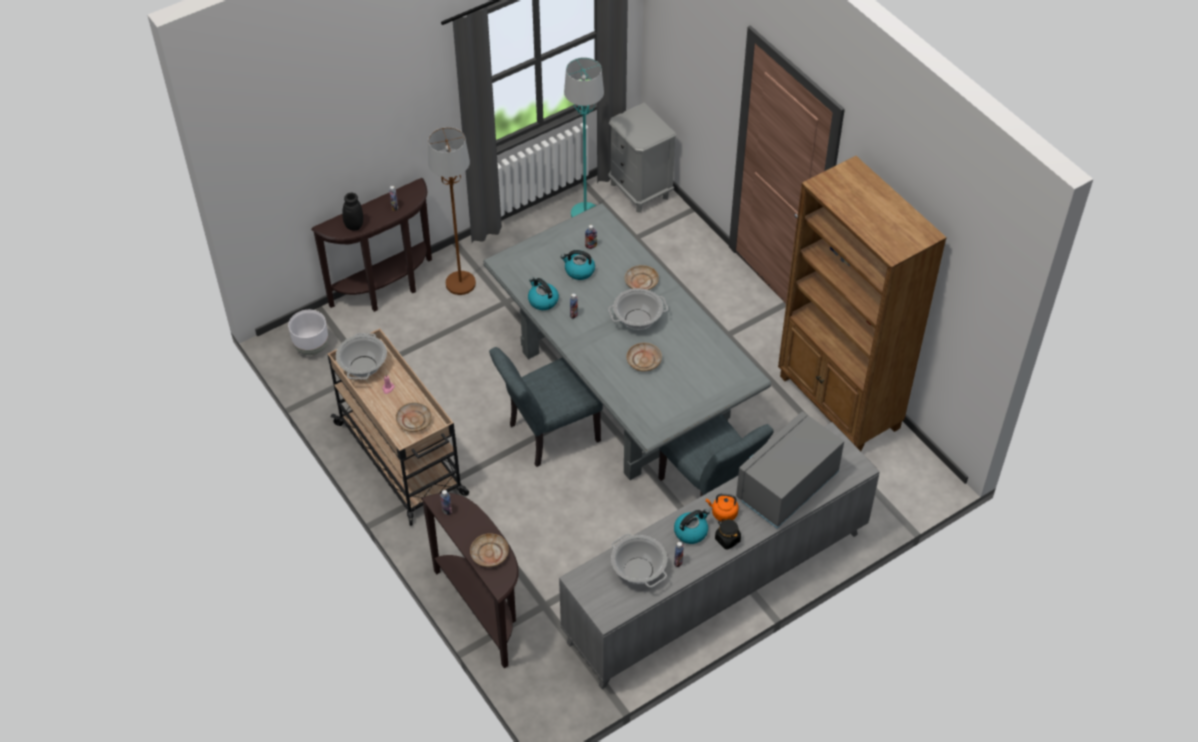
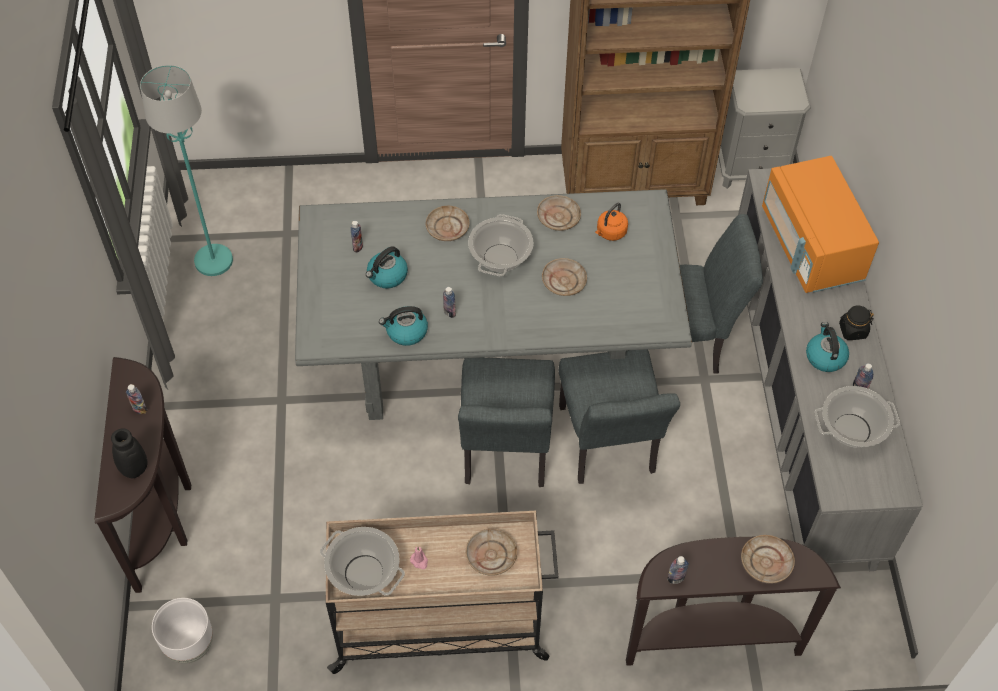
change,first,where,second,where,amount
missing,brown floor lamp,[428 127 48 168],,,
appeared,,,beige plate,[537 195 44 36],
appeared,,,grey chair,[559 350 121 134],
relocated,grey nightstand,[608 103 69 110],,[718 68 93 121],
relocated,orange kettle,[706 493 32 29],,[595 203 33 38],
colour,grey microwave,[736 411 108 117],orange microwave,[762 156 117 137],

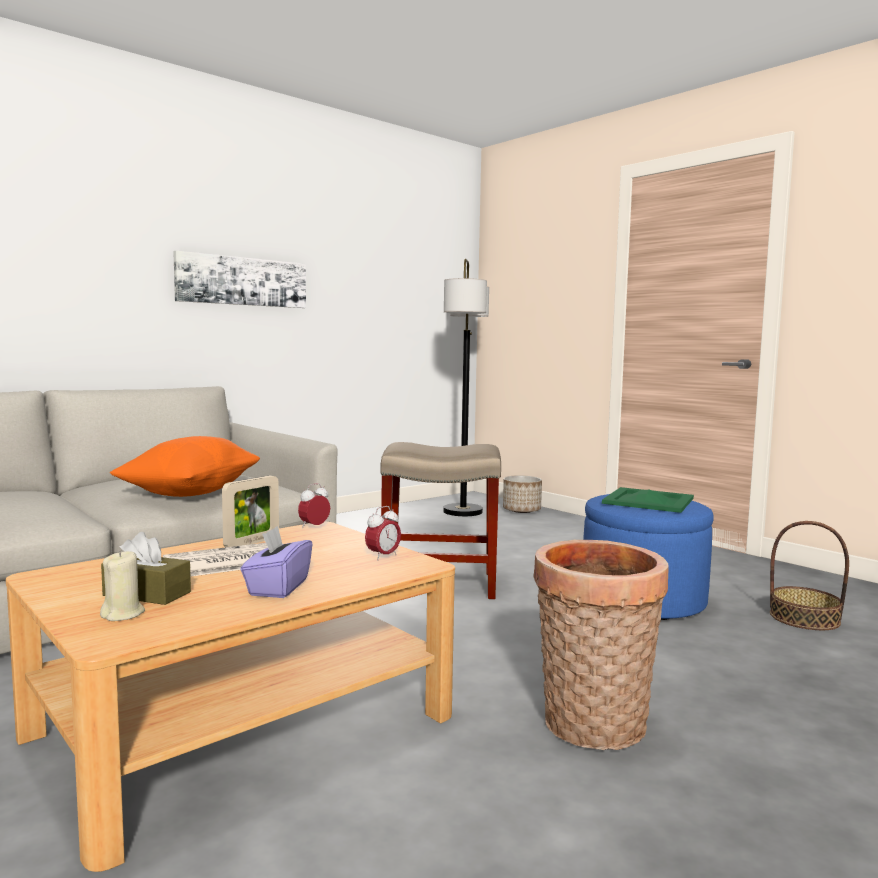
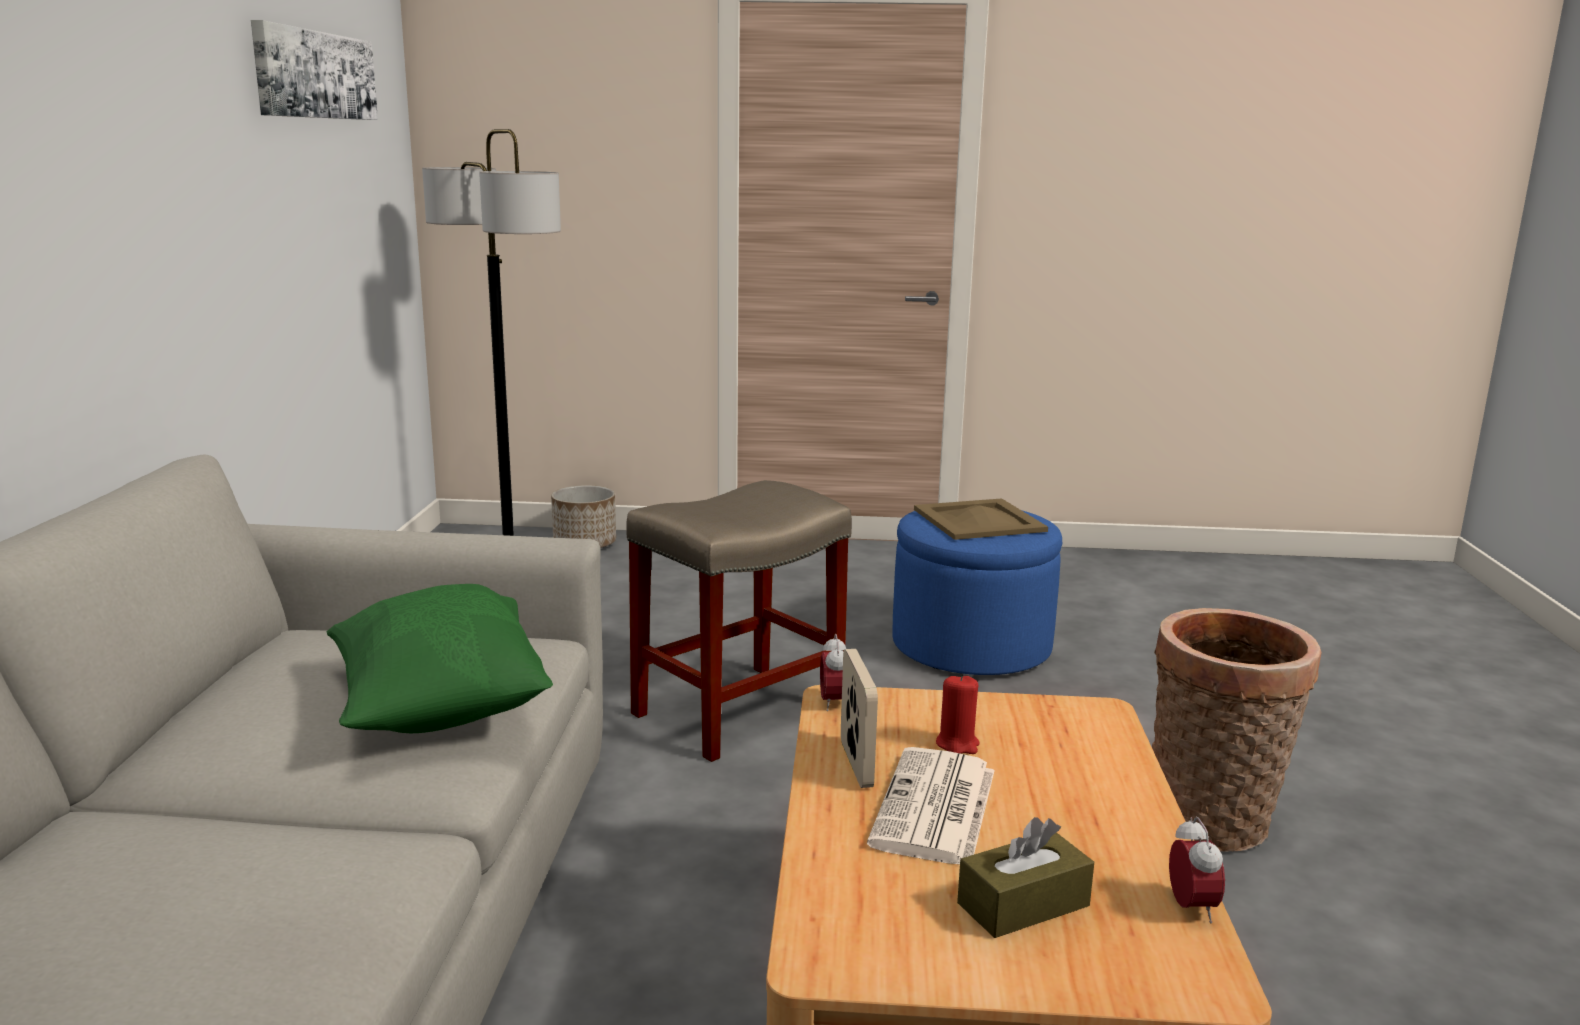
change,first,where,second,where,amount
missing,beige candle,[100 550 45 71],,,
missing,purple tissue box,[240 526 73 72],,,
missing,basket,[770 521 79 109],,,
appeared,,,red candle,[936 674 44 80],
relocated,picture,[173 251 133 57],,[251 20 127 100],
relocated,alarm clock,[365 506 36 55],,[1169 817 56 106],
colour,orange pillow,[109 436 151 61],green pillow,[327 584 226 149],
colour,green tray,[602 487 92 26],beige tray,[914 498 134 42],

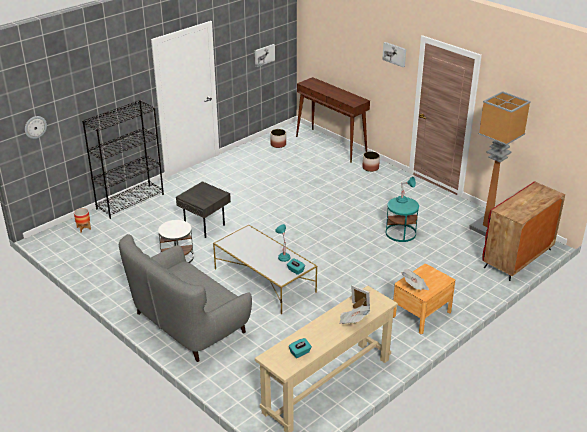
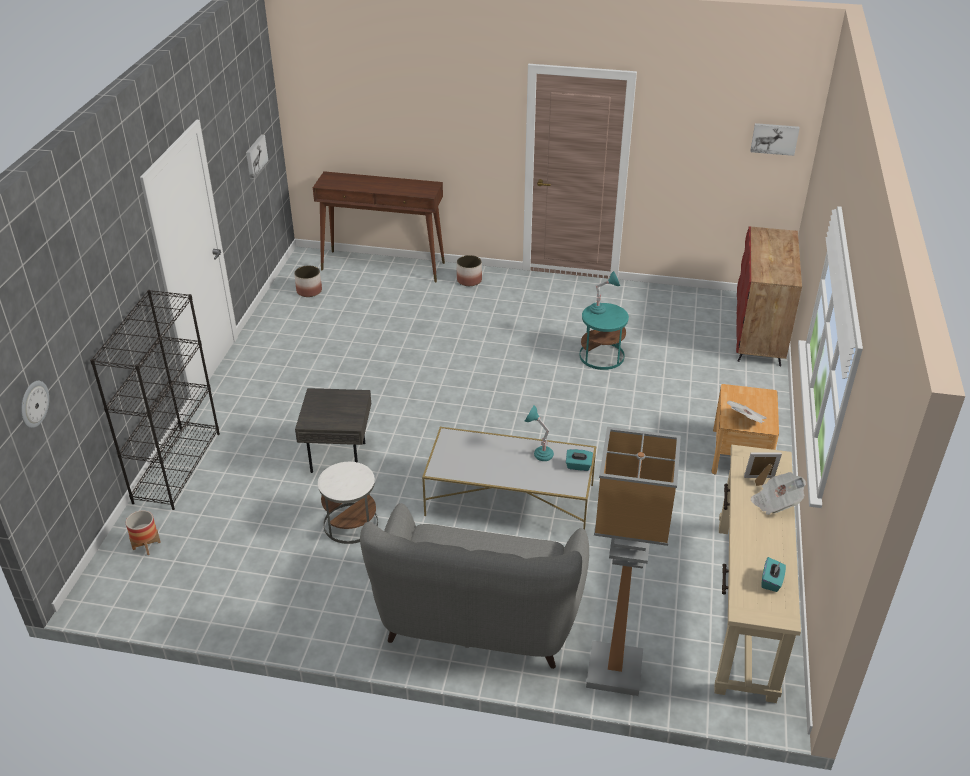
change,first,where,second,where,amount
relocated,picture,[382 42 24 25],,[750 123 50 33],
relocated,floor lamp,[469 91 62 145],,[586 427 95 269],

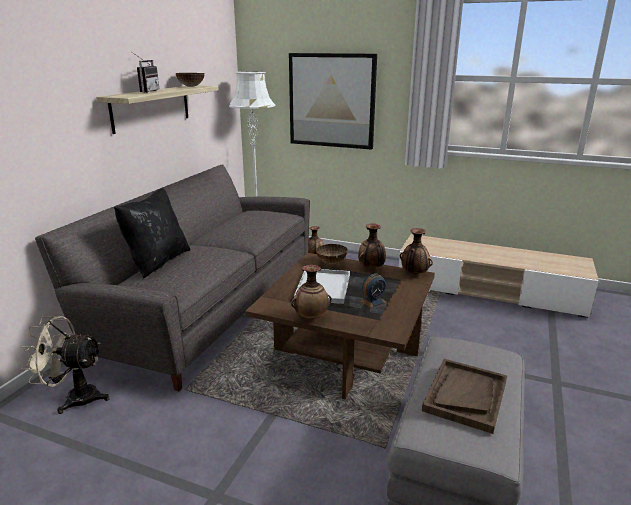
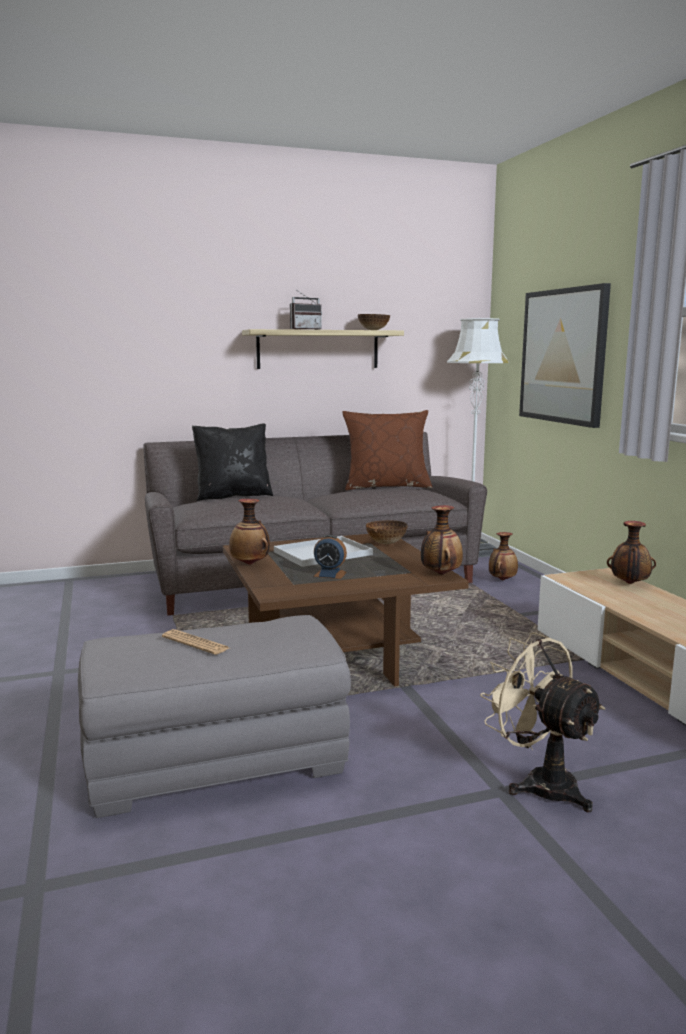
change,first,where,second,where,amount
appeared,,,brown pillow,[343 410 90 80],
relocated,beige fan,[21 316 89 98],,[480 632 125 180],
relocated,vase,[358 223 28 46],,[607 521 49 63],
exchanged,brown tray,[422 359 85 75],newspaper,[162 629 67 26],

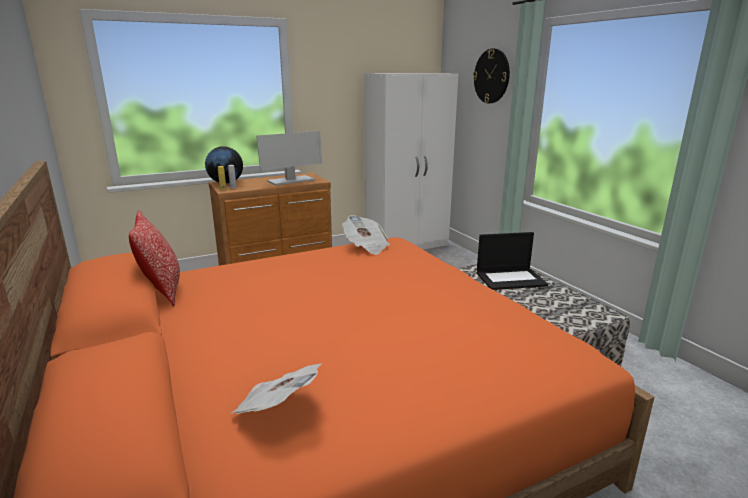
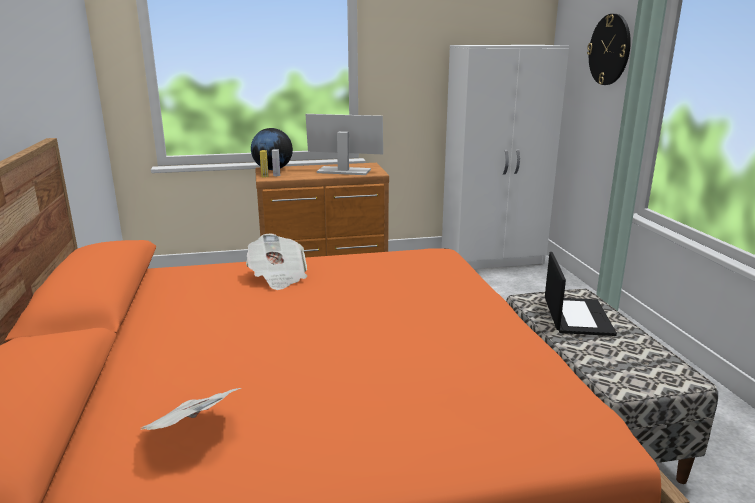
change,first,where,second,where,amount
missing,pillow,[129 210 51 97],,,
relocated,newspaper,[342 215 48 40],,[246 234 61 56],
spun,monitor,[256 131 66 55],,[305 114 78 61],150 degrees counterclockwise
spun,laptop,[477 232 71 58],,[545 252 72 84],90 degrees counterclockwise

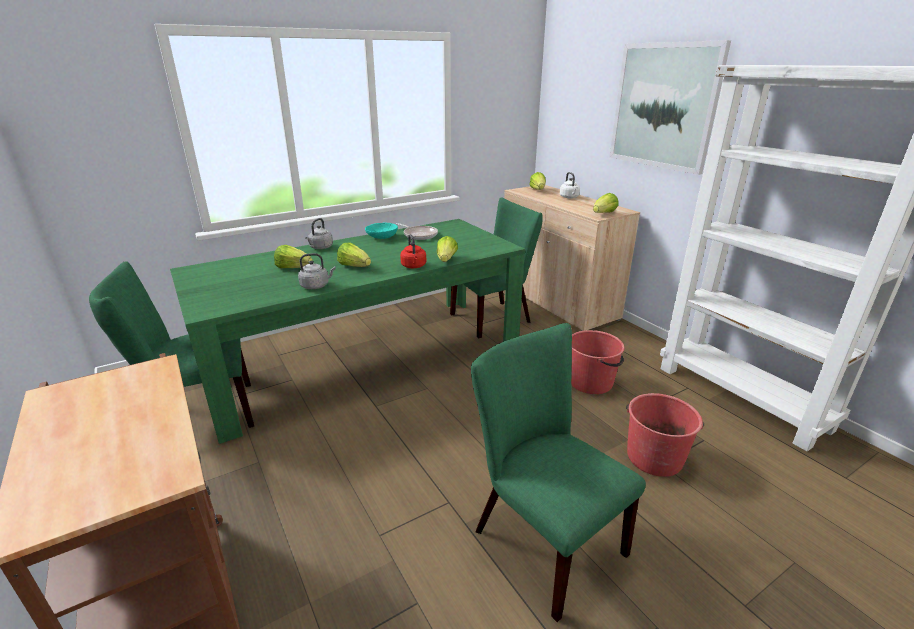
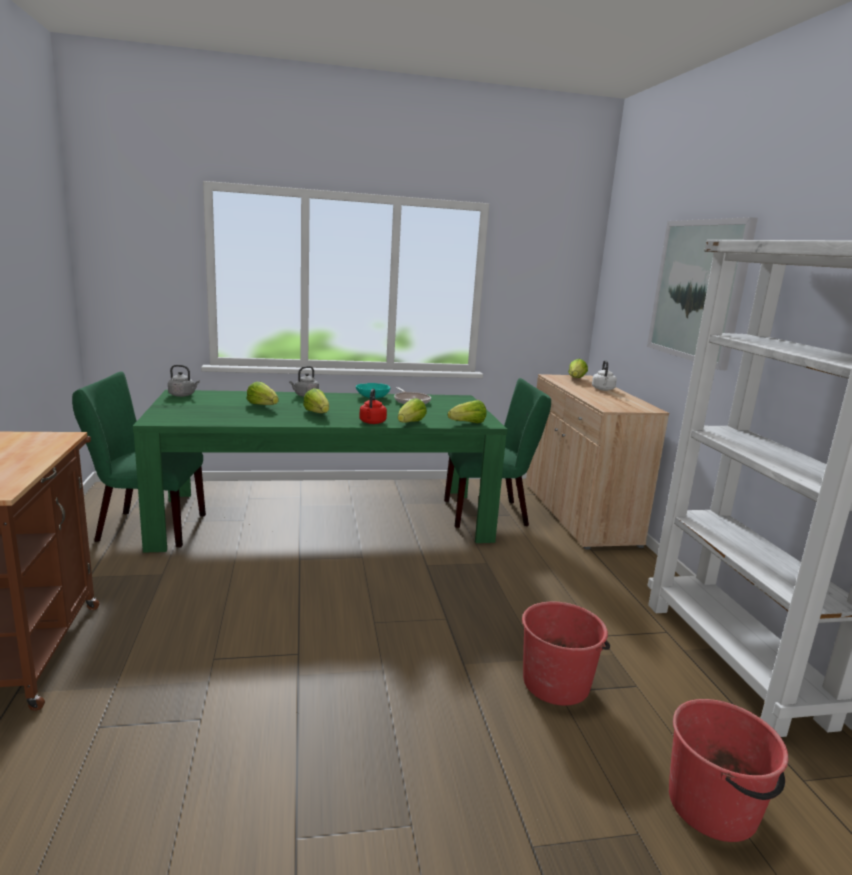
change,first,where,second,where,amount
missing,green chair,[471 323 175 299],,,
relocated,grey kettle,[298 253 38 36],,[168 365 32 32],
relocated,red bucket,[571 330 54 64],,[669 699 119 143],
relocated,lettuce,[593 193 26 20],,[448 400 38 23],

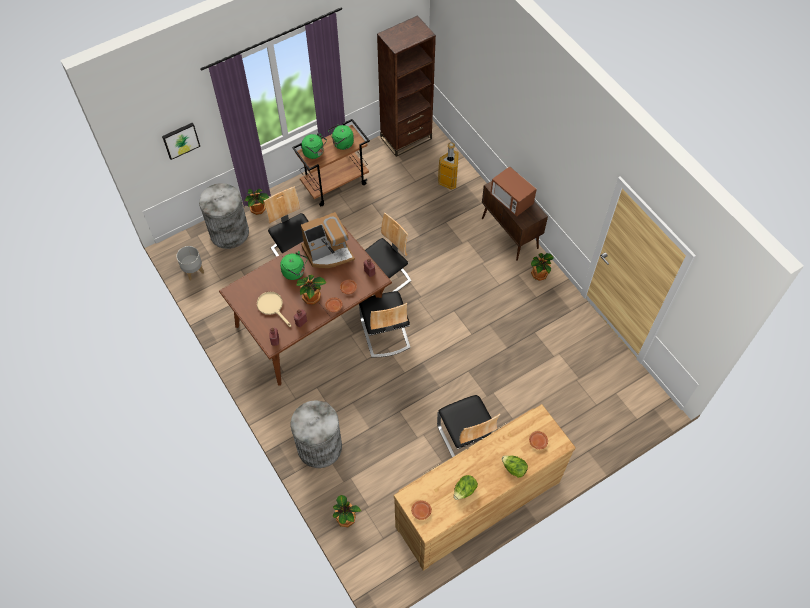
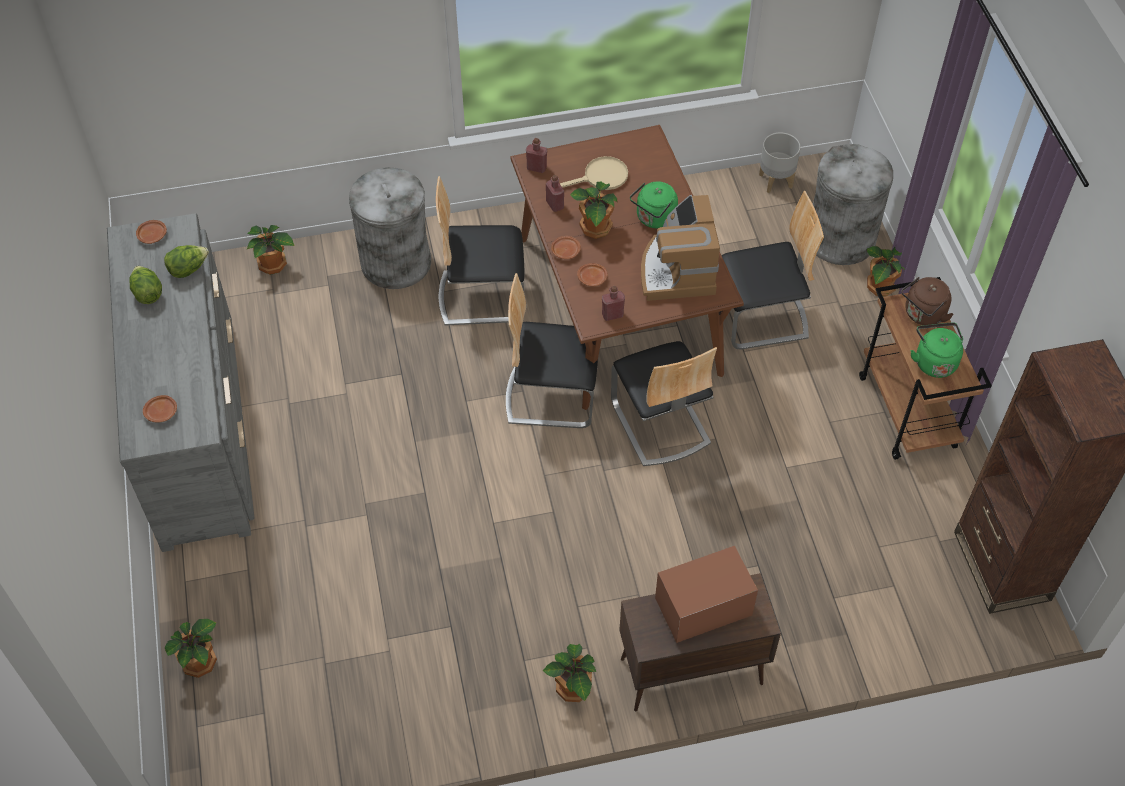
change,first,where,second,where,amount
missing,picture,[162 122 38 38],,,
missing,trash can,[438 142 21 48],,,
appeared,,,potted plant,[165 619 52 59],
relocated,chair,[437 395 63 62],,[436 176 88 150],
relocated,lettuce,[502 456 26 22],,[164 245 45 33],
colour,green kettle,[302 134 25 25],brown kettle,[902 277 52 48],
colour,brown dresser,[394 404 182 167],grey dresser,[107 213 148 339],

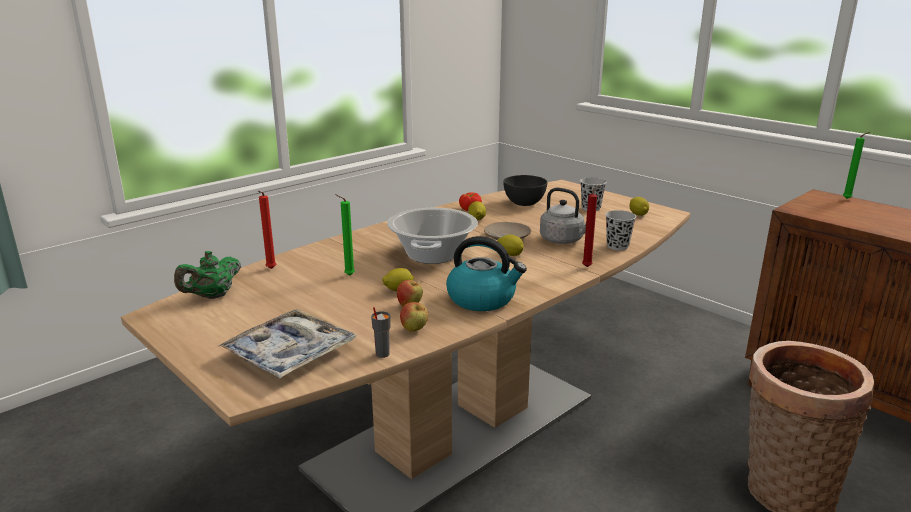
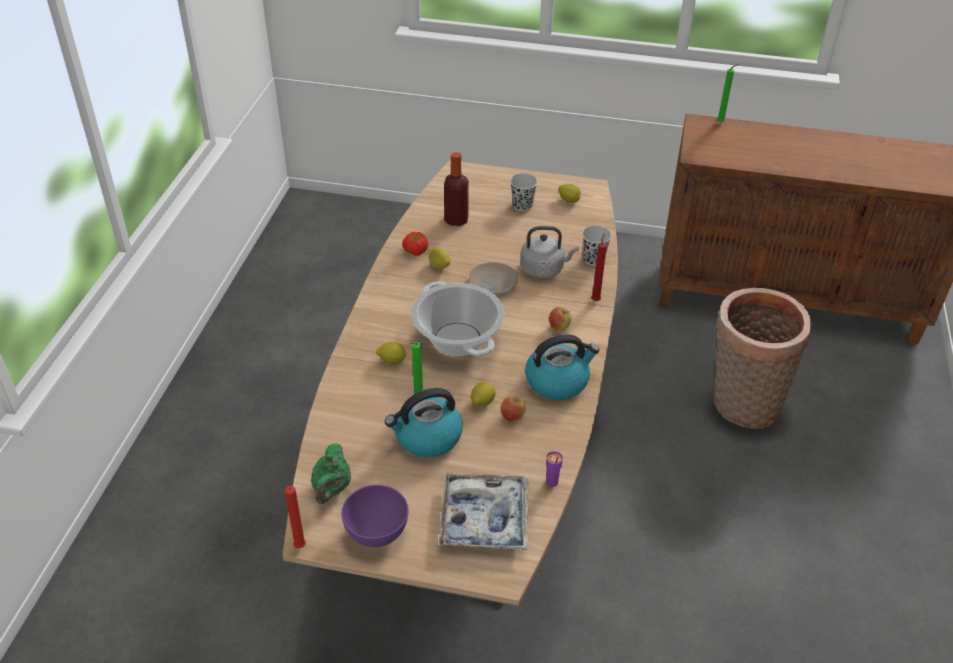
change,first,where,second,where,amount
appeared,,,purple bowl,[341 485 67 62],
appeared,,,kettle,[385 388 78 69],
relocated,red candle,[258 191 18 78],,[285 486 21 62],
relocated,apple,[400 302 28 30],,[549 307 23 24],
relocated,lemon,[498 235 26 21],,[377 342 30 22],
exchanged,grey bowl,[503 175 45 31],bottle,[444 152 25 74],
colour,grey cup,[371 307 20 51],purple cup,[546 451 17 36],

